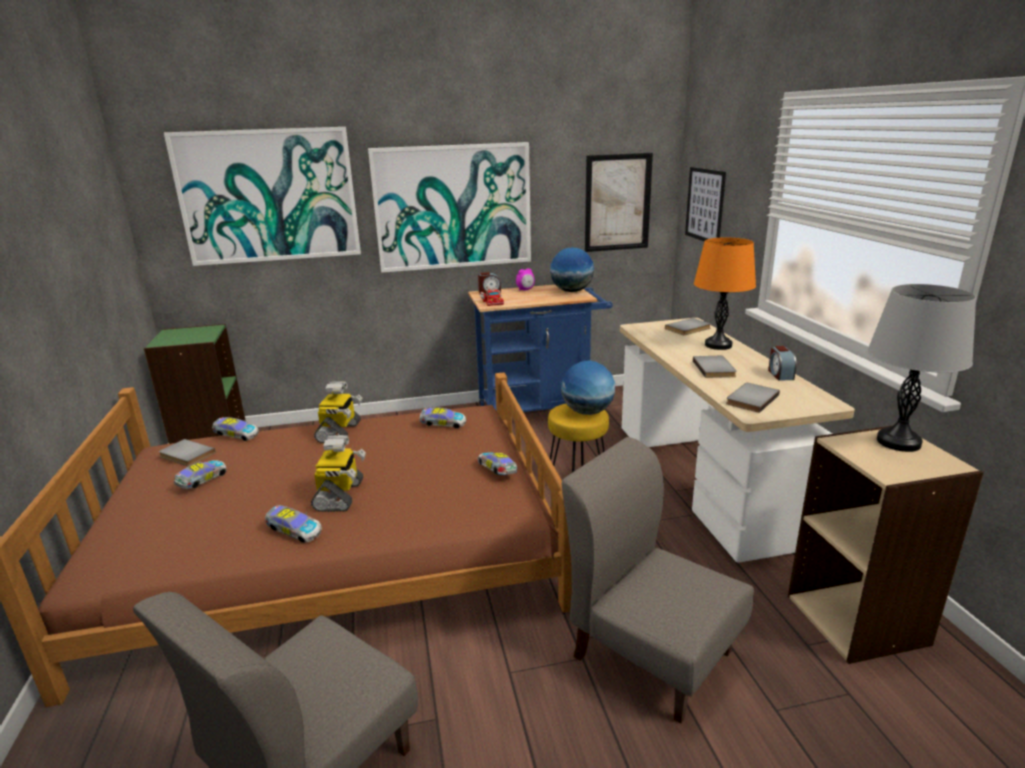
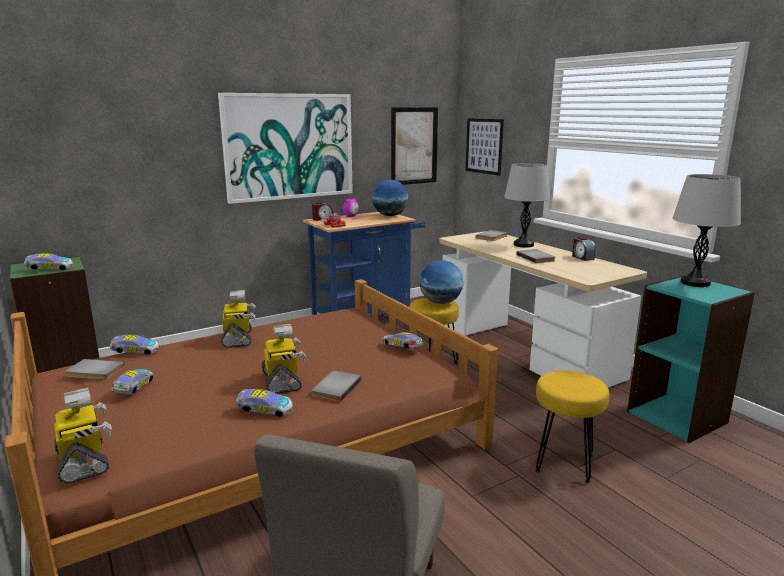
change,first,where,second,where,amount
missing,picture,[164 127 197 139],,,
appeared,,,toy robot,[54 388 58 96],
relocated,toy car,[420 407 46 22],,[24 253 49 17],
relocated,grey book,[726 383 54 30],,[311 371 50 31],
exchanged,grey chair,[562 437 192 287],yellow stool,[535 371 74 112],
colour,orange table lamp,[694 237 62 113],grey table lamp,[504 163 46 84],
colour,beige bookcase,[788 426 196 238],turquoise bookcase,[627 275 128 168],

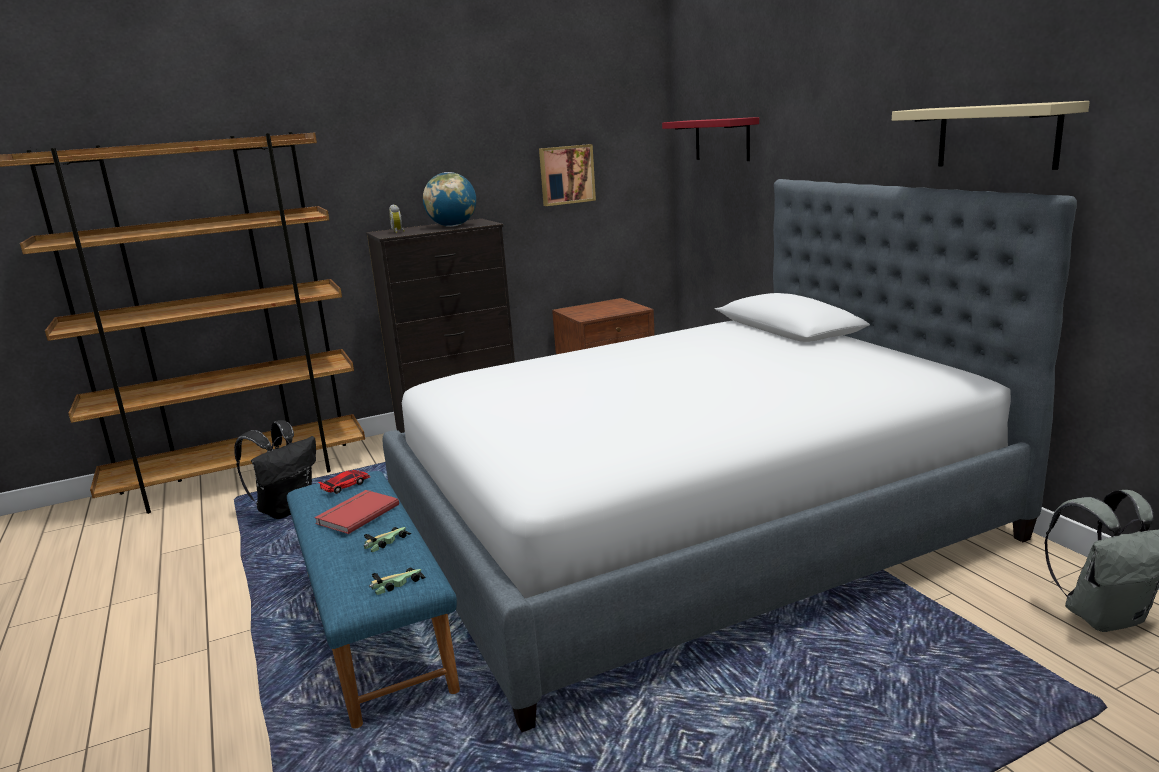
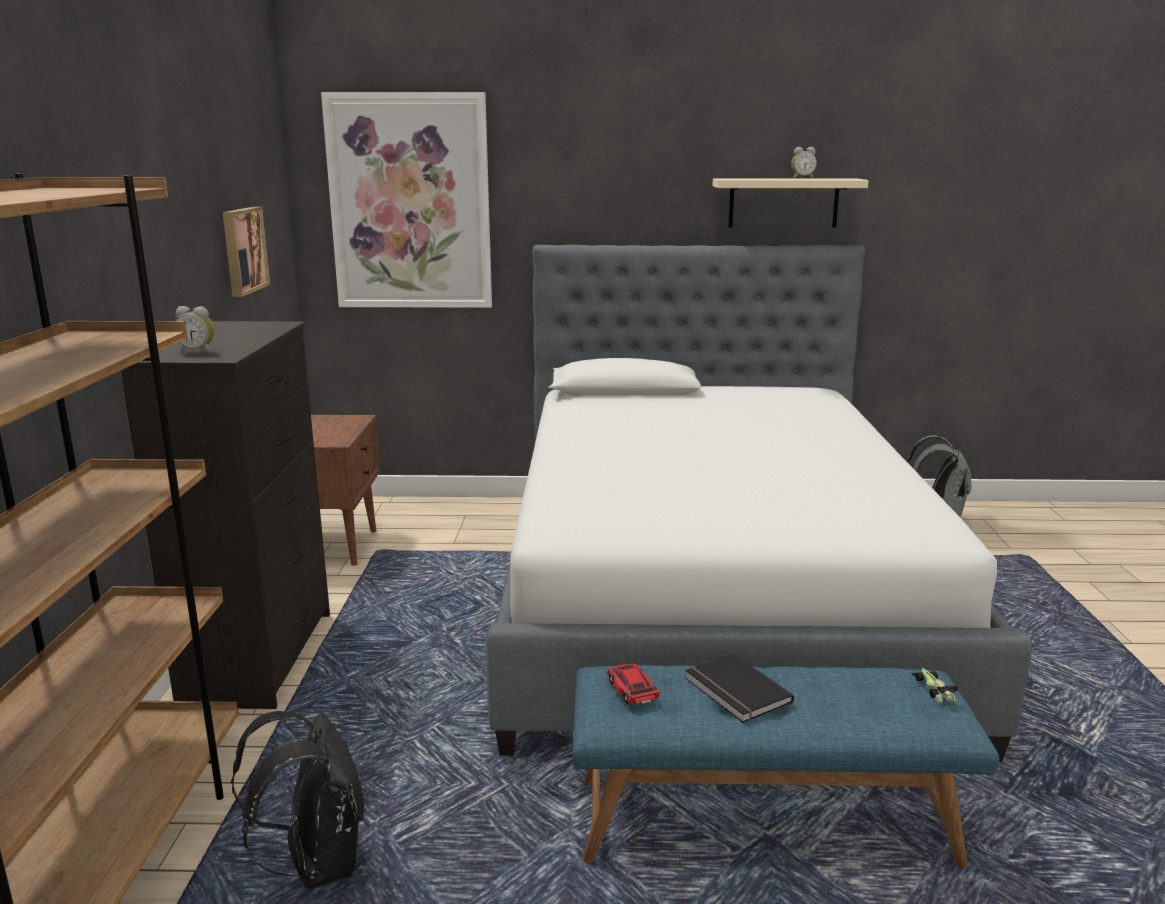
change,first,where,second,where,amount
missing,toy car,[364 527 48 25],,,
missing,globe,[423 172 53 55],,,
appeared,,,alarm clock,[791 147 26 32],
exchanged,red shelf,[662 117 97 44],picture,[321 92 171 216],
colour,red book,[314 490 85 44],black book,[685 654 109 69],

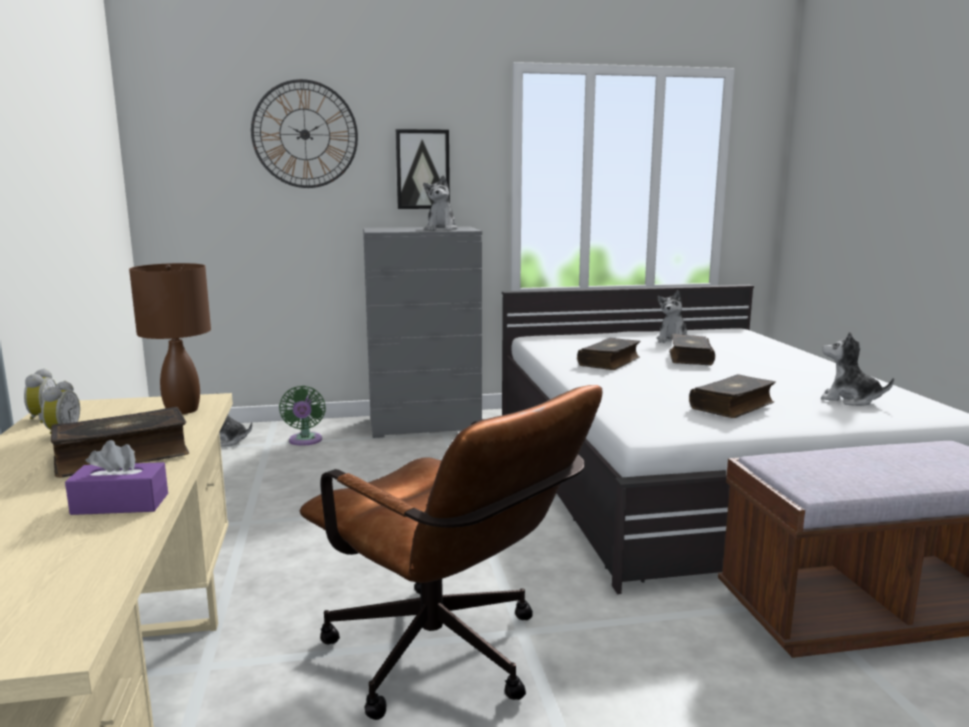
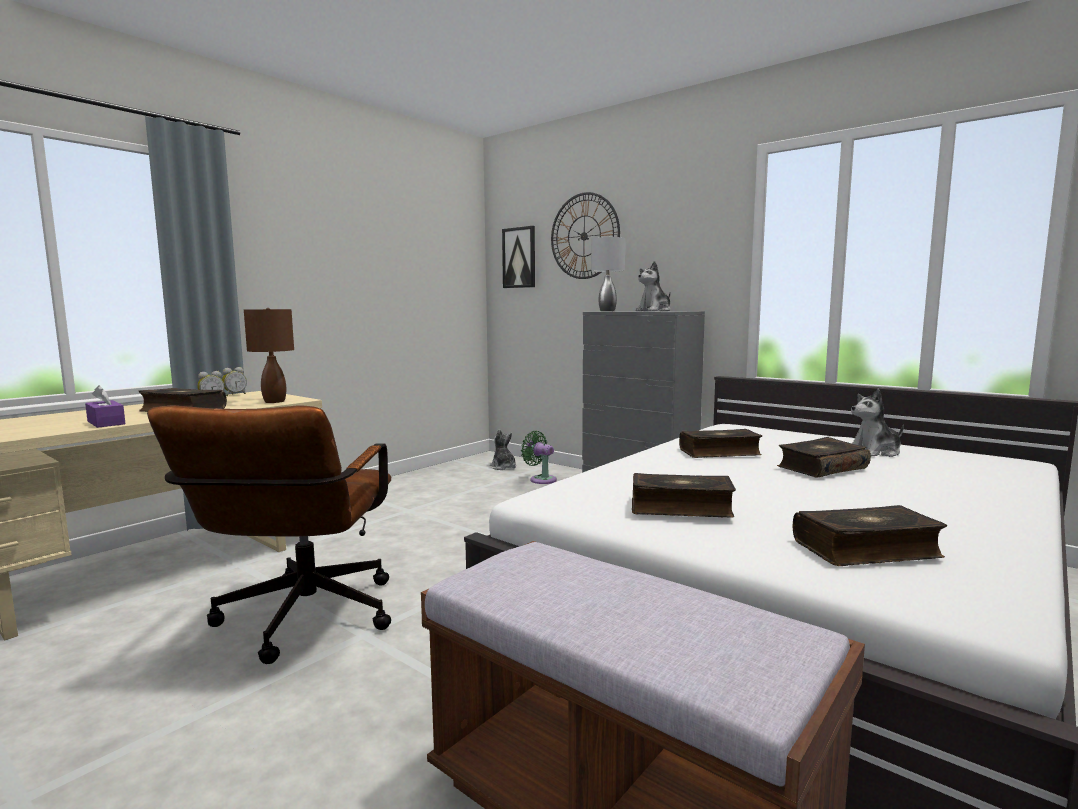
change,first,where,second,where,amount
appeared,,,grey table lamp,[591 237 34 74],
relocated,picture,[396 129 54 80],,[502 226 33 62],
exchanged,plush toy,[821 331 73 75],book,[792 505 155 61],
spun,green fan,[279 386 47 60],,[521 431 36 53],90 degrees clockwise

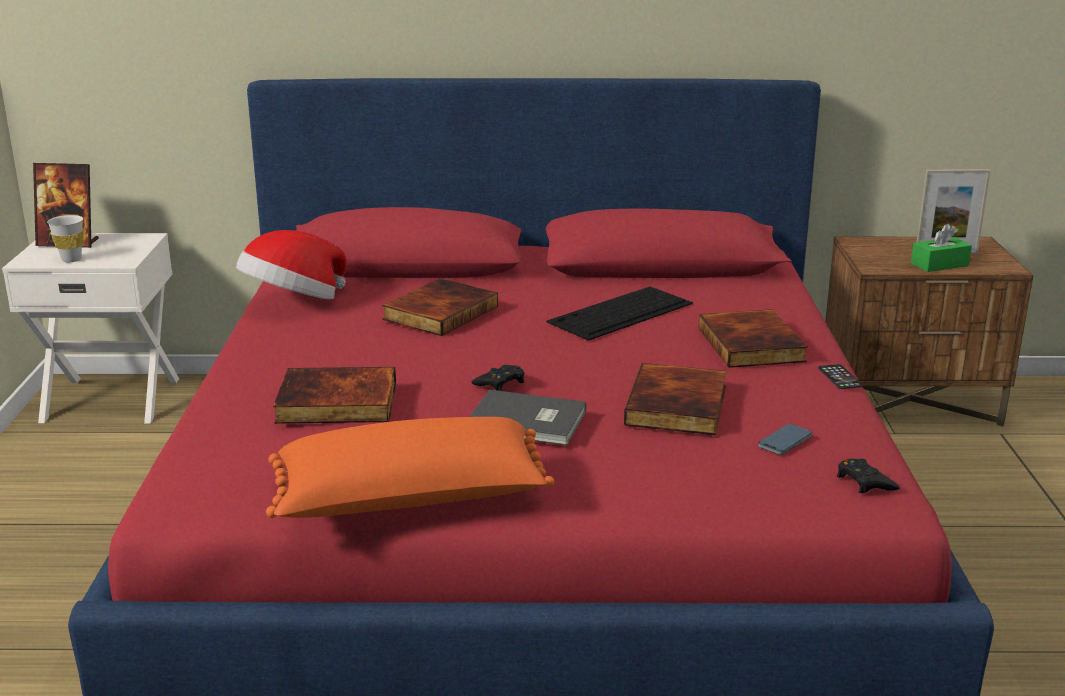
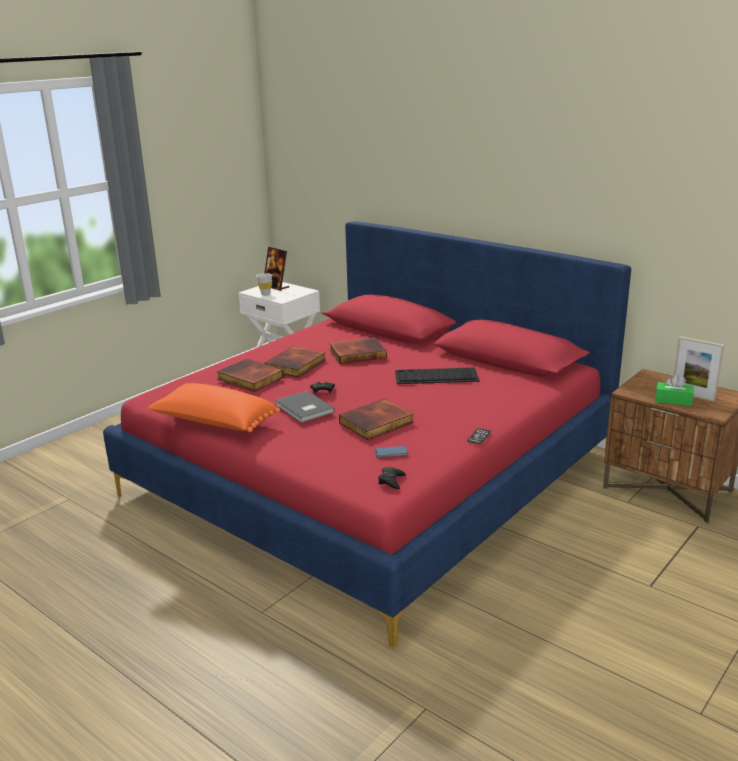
change,first,where,second,where,amount
missing,hat,[236 230 111 70],,,
relocated,book,[698 309 110 59],,[265 346 61 31],

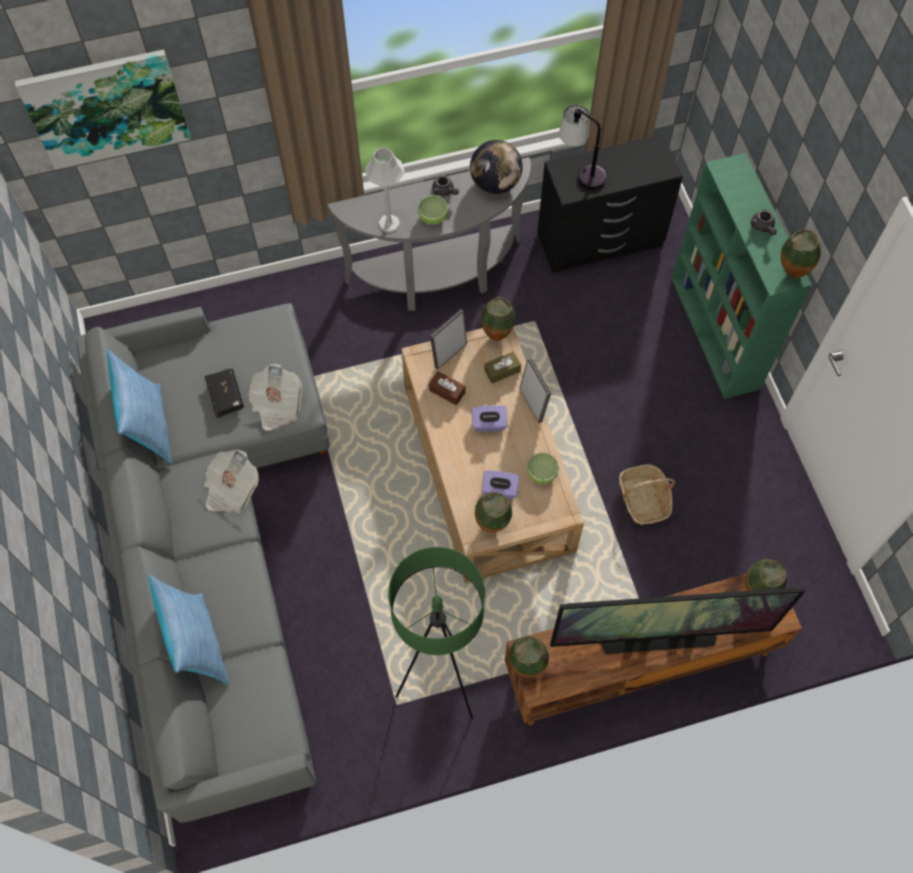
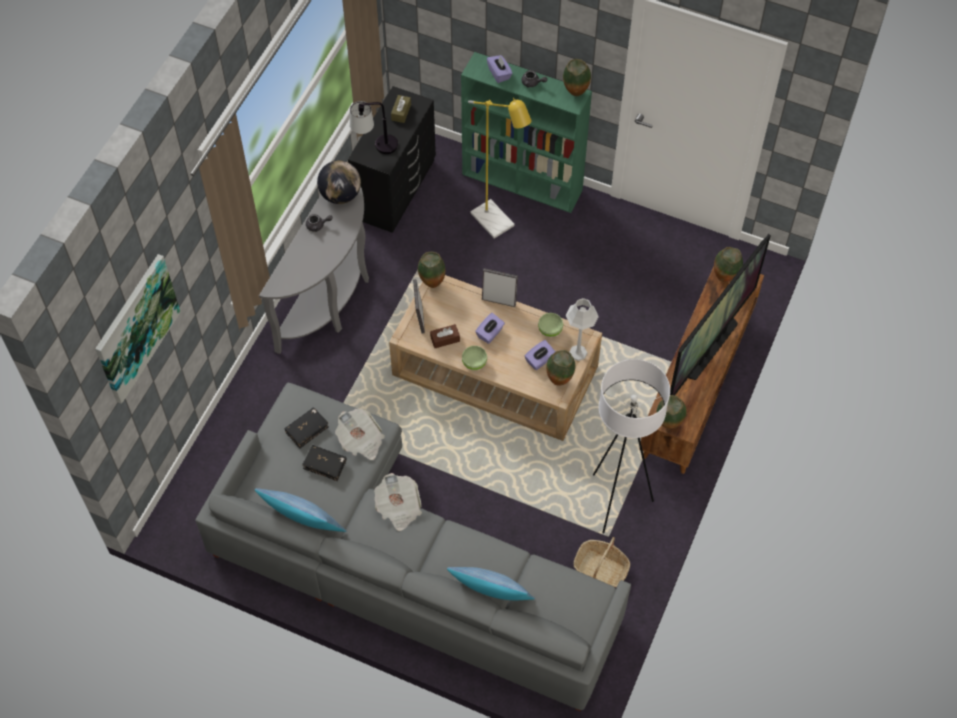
change,first,where,second,where,amount
appeared,,,black book,[285 408 44 41],
appeared,,,yellow floor lamp,[468 98 64 141],
appeared,,,purple tissue box,[487 55 26 28],
relocated,grey table lamp,[365 147 40 86],,[566 298 33 63],
relocated,green bowl,[418 195 30 29],,[462 346 25 24],
relocated,brown tissue box,[484 352 37 31],,[391 95 20 28],
relocated,basket,[619 464 56 61],,[574 537 56 50],
colour,green floor lamp,[388 547 97 172],white floor lamp,[593 359 77 174],

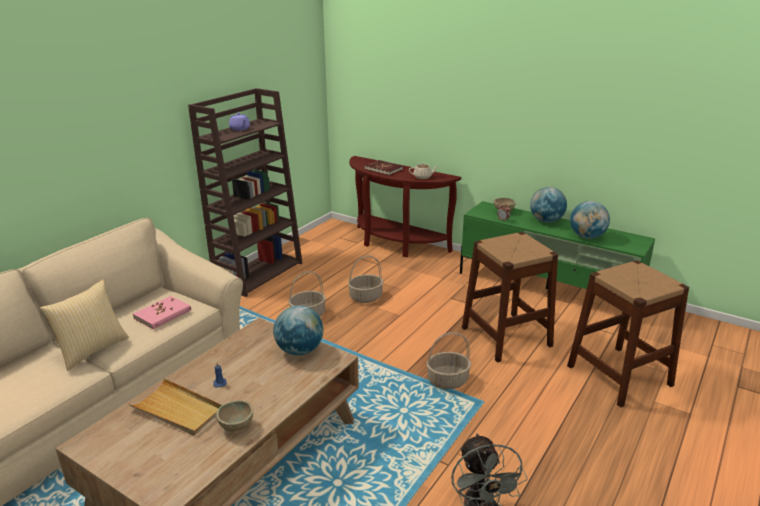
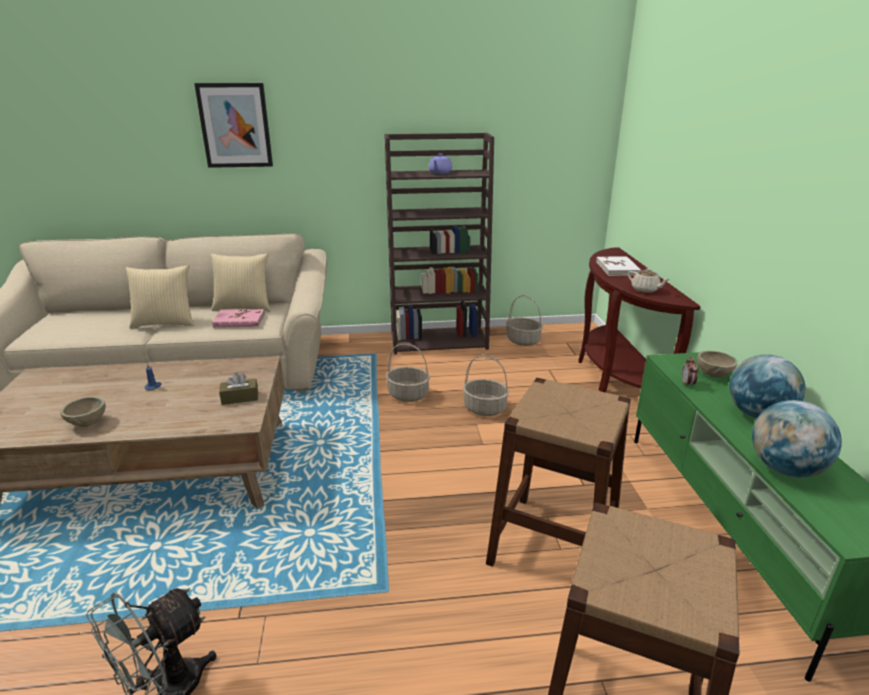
change,first,where,second,where,amount
missing,beige tray,[128 378 94 58],,,
appeared,,,picture,[194 83 79 85],
appeared,,,pillow,[211 253 60 58],
relocated,basket,[426 332 45 57],,[506 295 37 51],
exchanged,globe,[273 305 50 50],brown tissue box,[219 373 39 32],
colour,red book,[365 160 38 16],white book,[596 256 45 20],

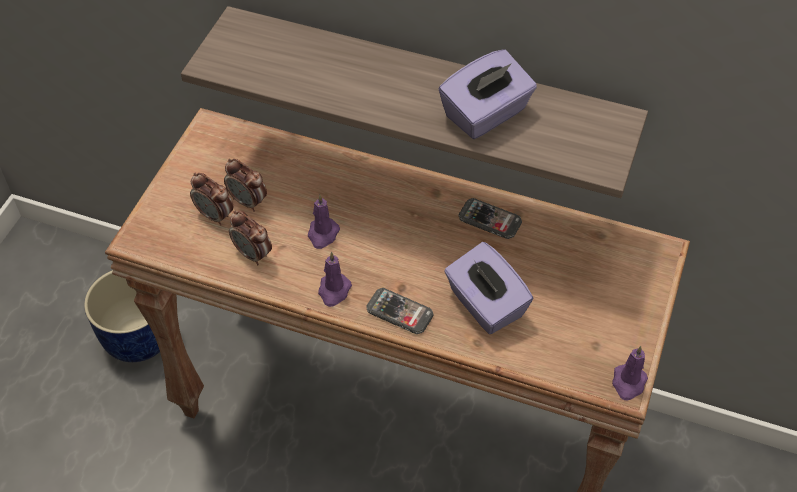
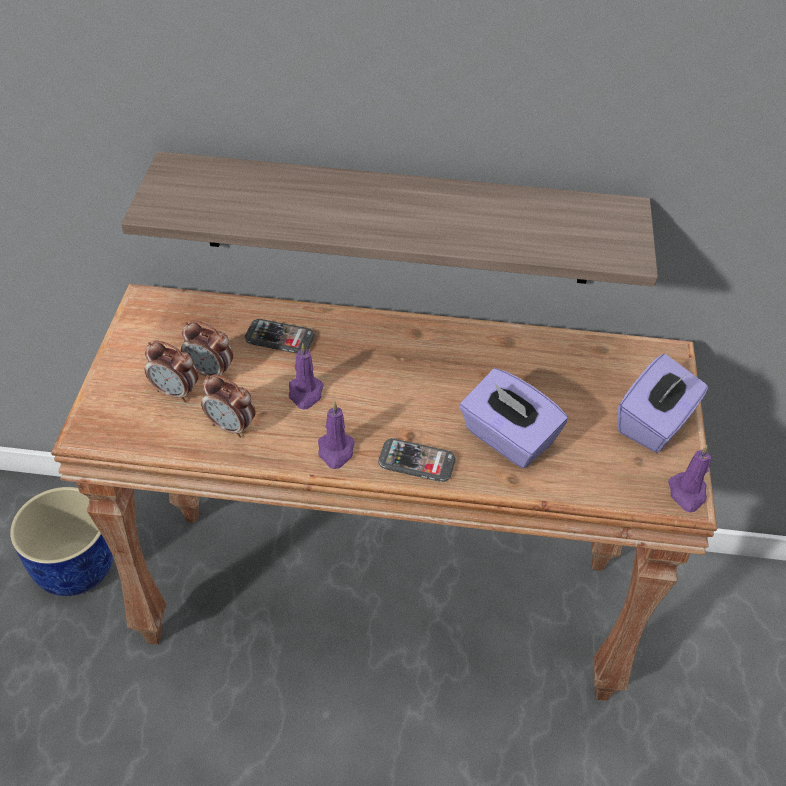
change,first,where,second,where,amount
relocated,purple tissue box,[439 49 98 90],,[617 354 91 99],
relocated,phone,[459 198 63 41],,[245 319 70 34],

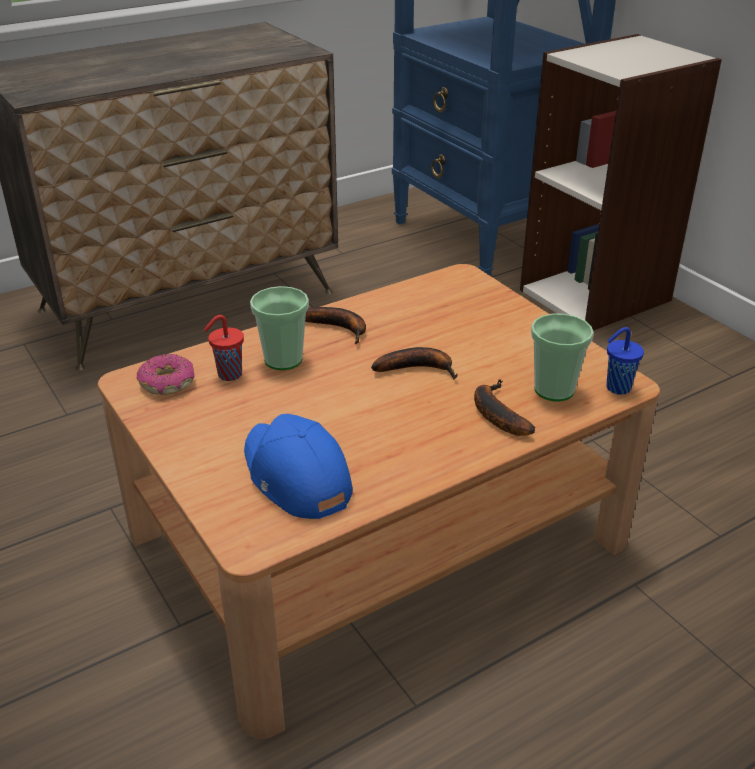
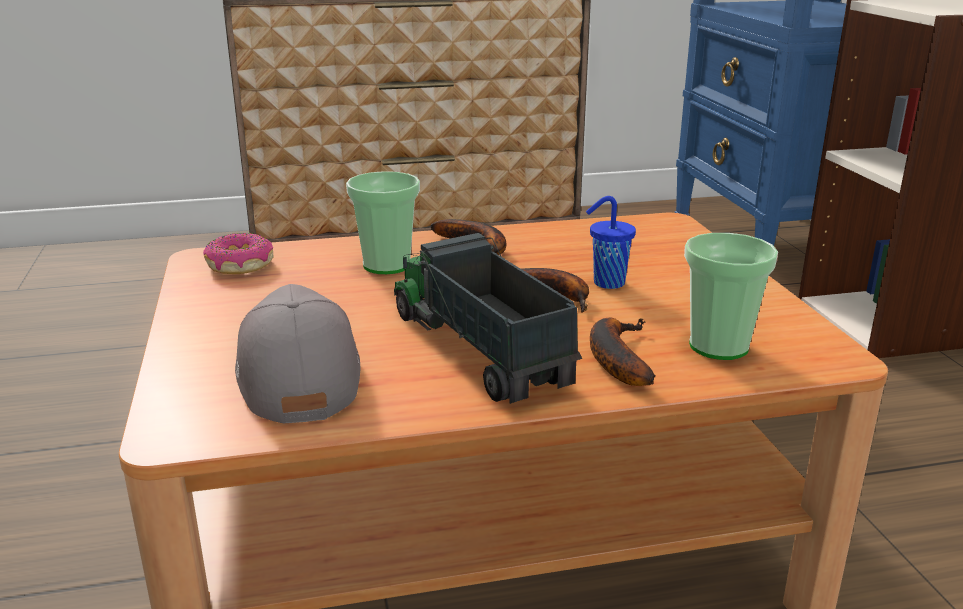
change,first,where,second,where,amount
missing,red cup,[204 315 40 66],,,
appeared,,,toy truck,[394 233 188 171],
relocated,blue cup,[606 327 38 68],,[586 196 50 93],
colour,blue cap,[244 414 109 105],grey cap,[235 284 126 140],

